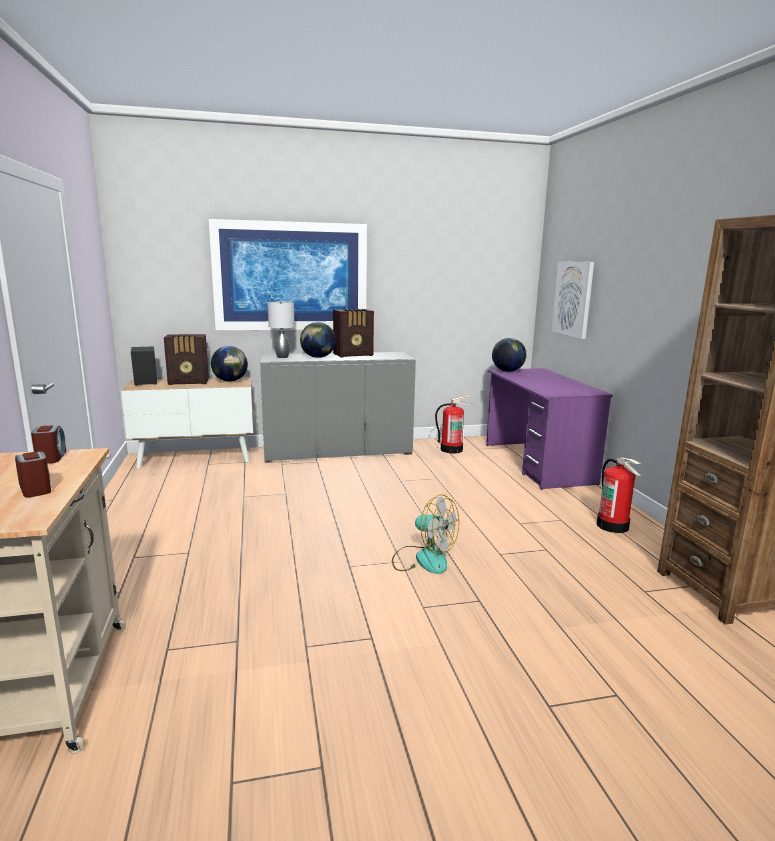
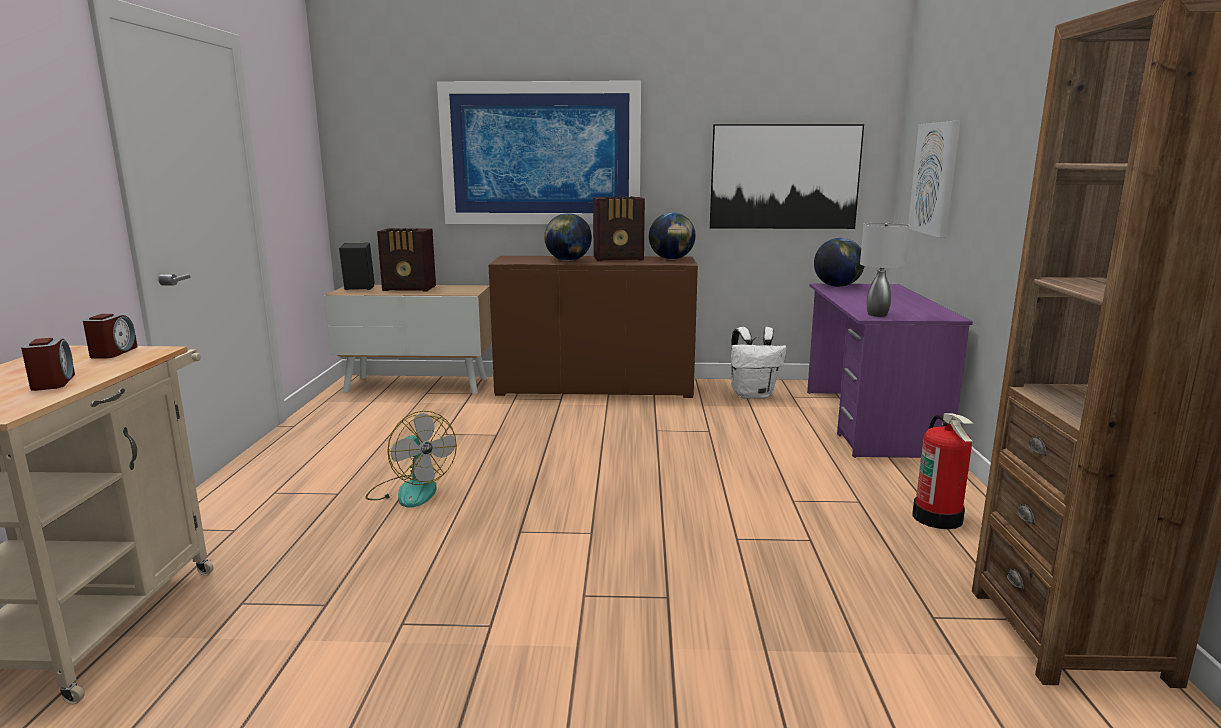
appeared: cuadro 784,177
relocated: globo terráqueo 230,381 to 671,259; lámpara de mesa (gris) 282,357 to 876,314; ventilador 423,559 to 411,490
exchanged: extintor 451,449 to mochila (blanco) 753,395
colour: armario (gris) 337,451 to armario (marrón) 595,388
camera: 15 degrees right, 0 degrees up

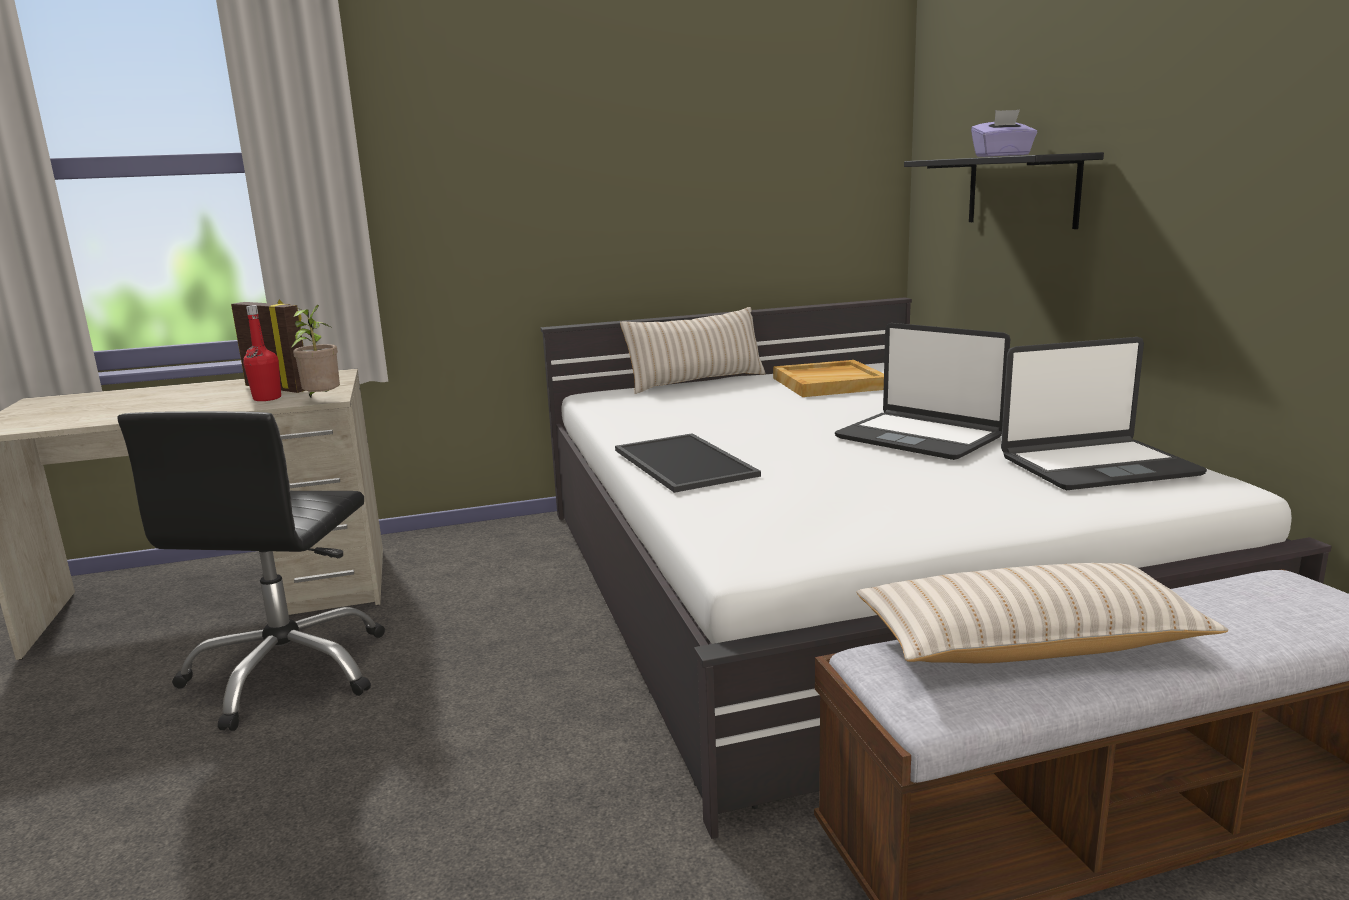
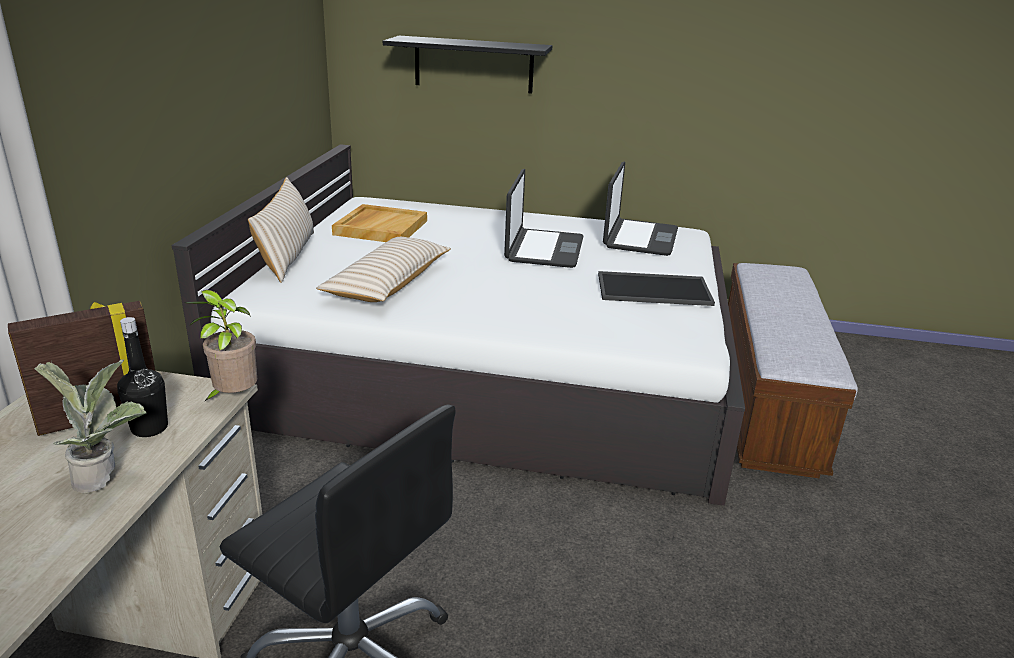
missing: caja de pañuelos (morado) 1002,156
appeared: planta en maceta 107,477
relocated: bandeja 687,463 to 654,289; cojín (beis) 1028,643 to 388,283
colour: botella (rojo) 267,398 to botella (negro) 149,428
spun: portátil 919,437 = 543,249 60 degrees counterclockwise
camera: 65 degrees left, 10 degrees up

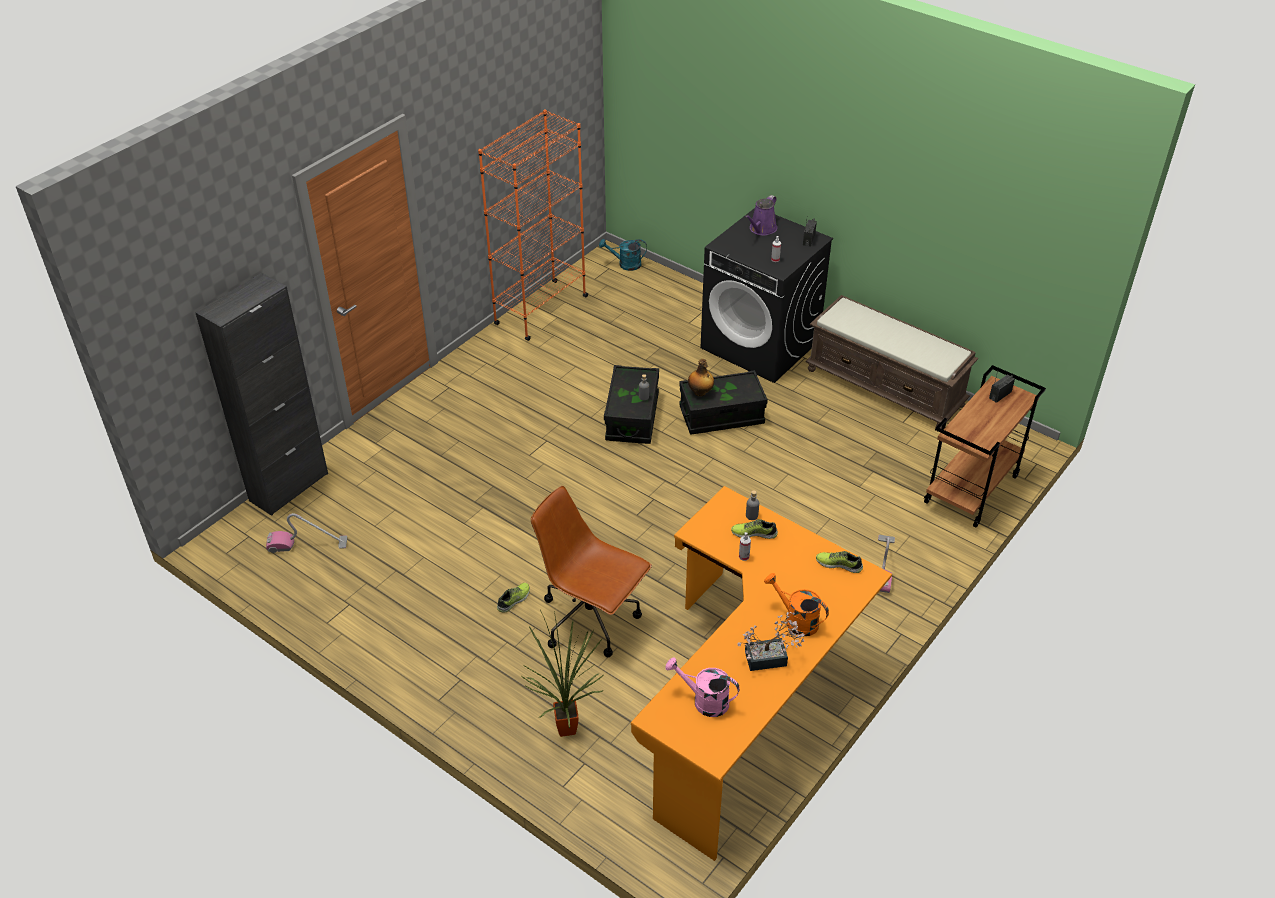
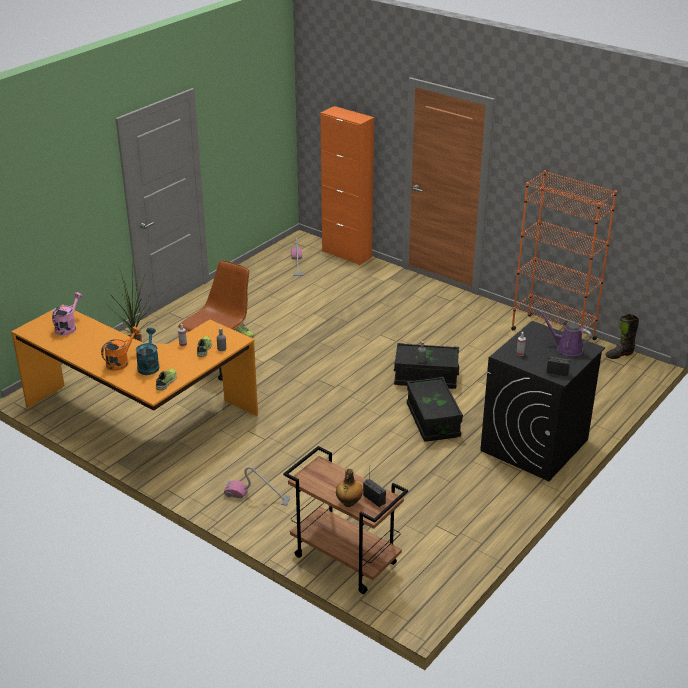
missing: planta en maceta 771,658; banco (marrón) 886,387
appeared: bota (negro) 619,355
relocated: regadera (turquesa) 625,264 to 149,365; botella 700,392 to 348,503
colour: armario (negro) 289,487 to armario (naranja) 346,254
camera: 90 degrees right, 10 degrees down

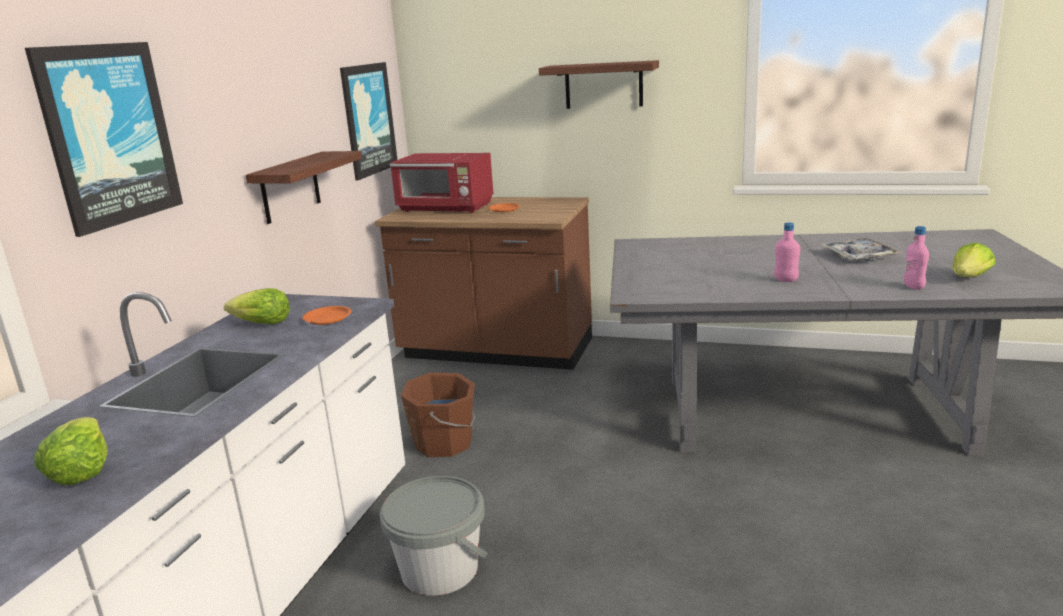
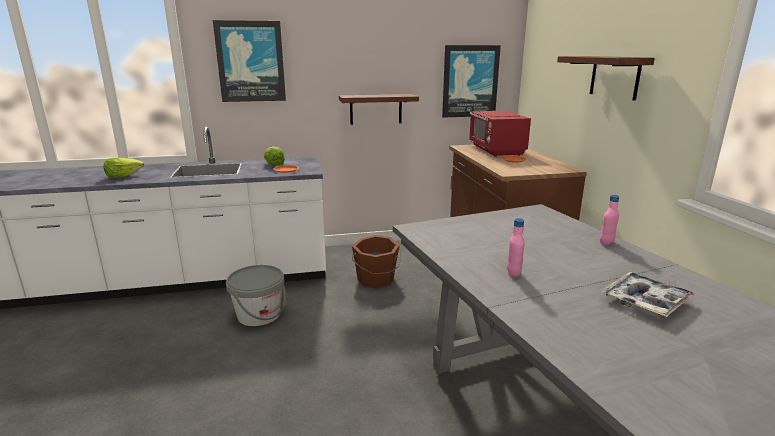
missing: lechuga 969,278
relocated: botella (rosa) 913,287 to 606,243
camera: 60 degrees right, 0 degrees up

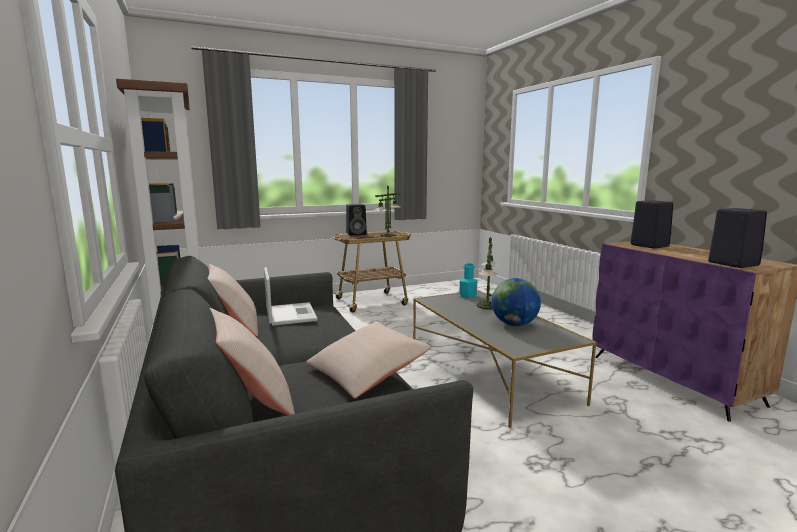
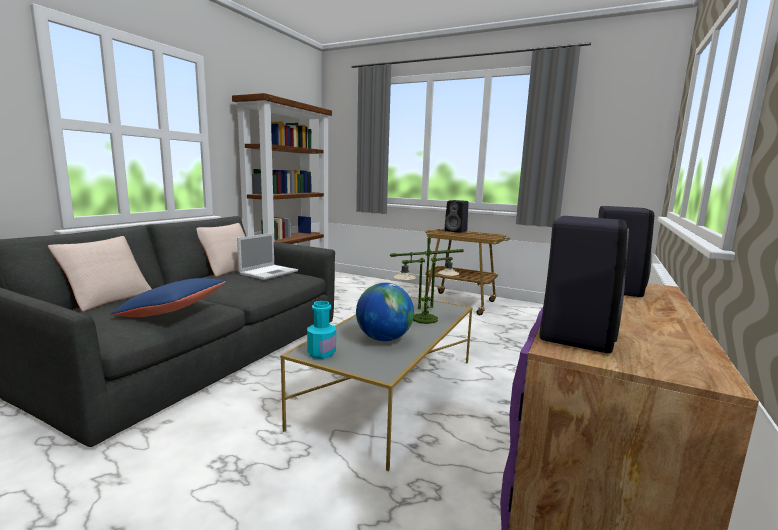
missing: lámpara de mesa 388,235
relocated: botella (turquesa) 468,296 to 321,353
colour: cojín (beis) 367,372 to cojín (azul) 173,311
camera: 50 degrees right, 0 degrees up

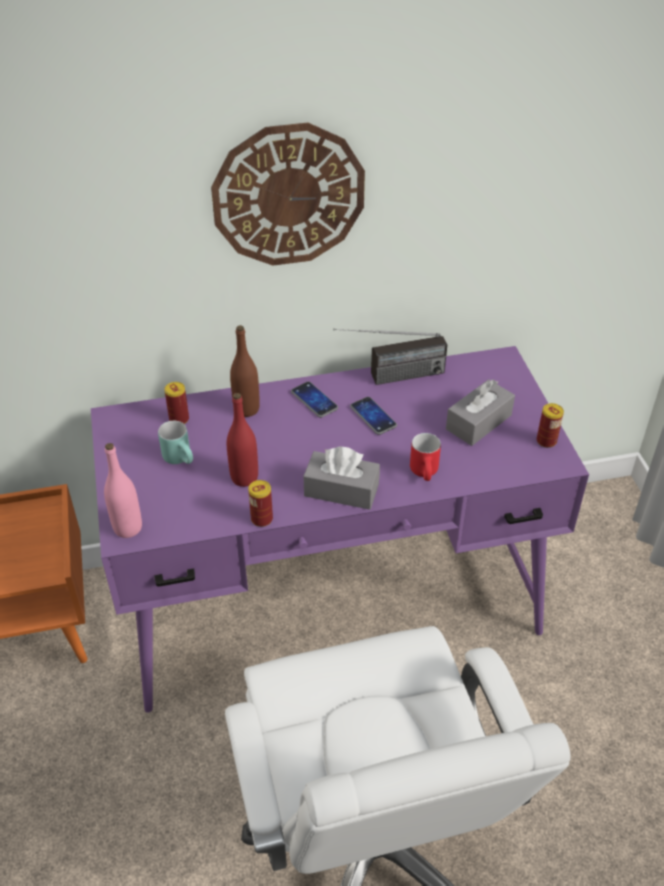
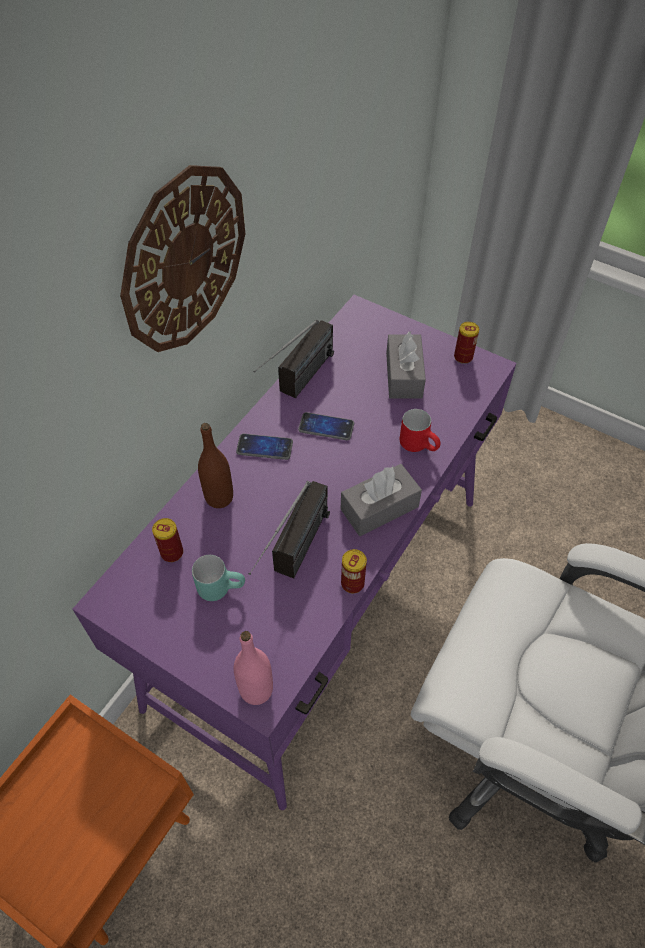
exchanged: botella (rojo) 244,477 to radio 294,559
camera: 45 degrees left, 10 degrees up

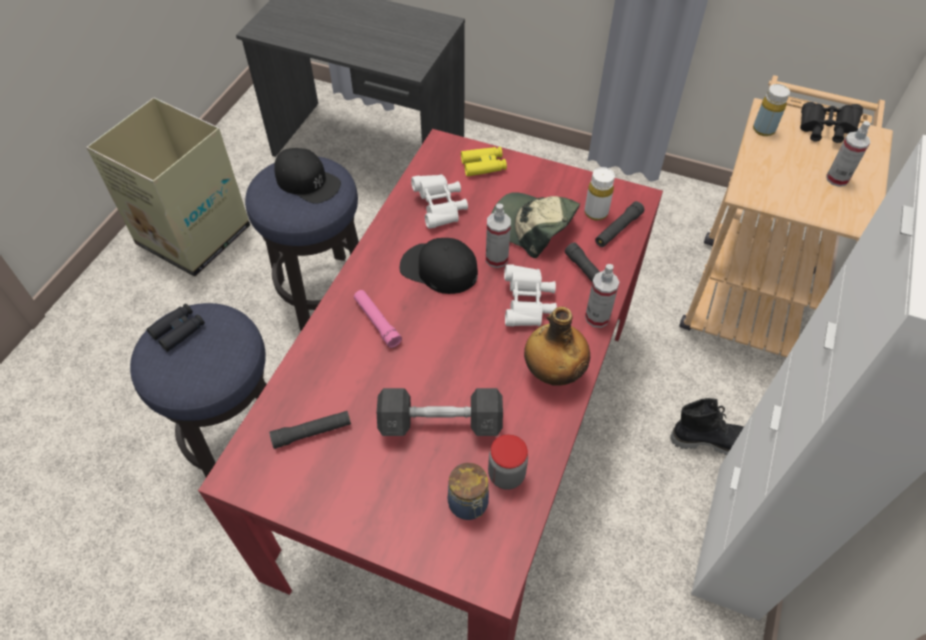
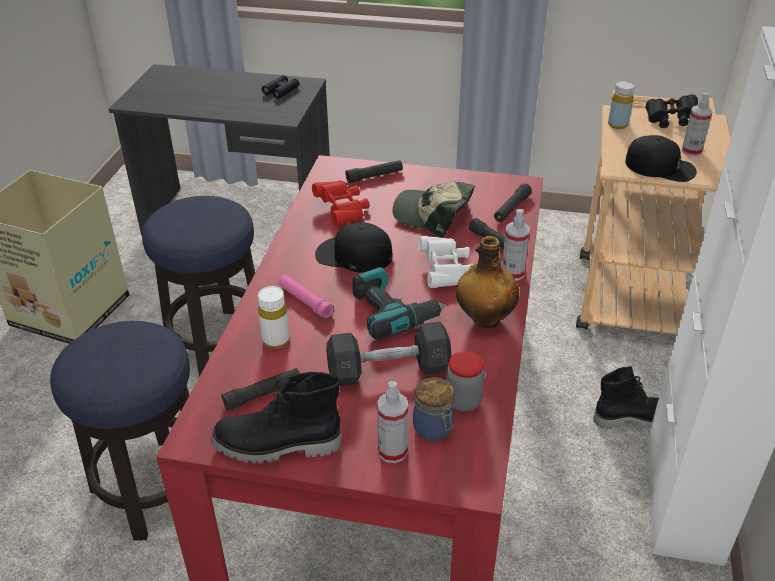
appeared: bota (negro) 277,446; taladro 393,312
relocated: prismáticos (negro) 178,330 to 281,91; gorra (negro) 307,181 to 660,167; pulverizador 496,259 to 392,451; botella (blanco) 596,212 to 276,340
exchanged: prismáticos (amarillo) 483,165 to linterna (negro) 374,176
colour: prismáticos (blanco) 440,208 to prismáticos (rojo) 342,211
camera: 10 degrees left, 15 degrees down

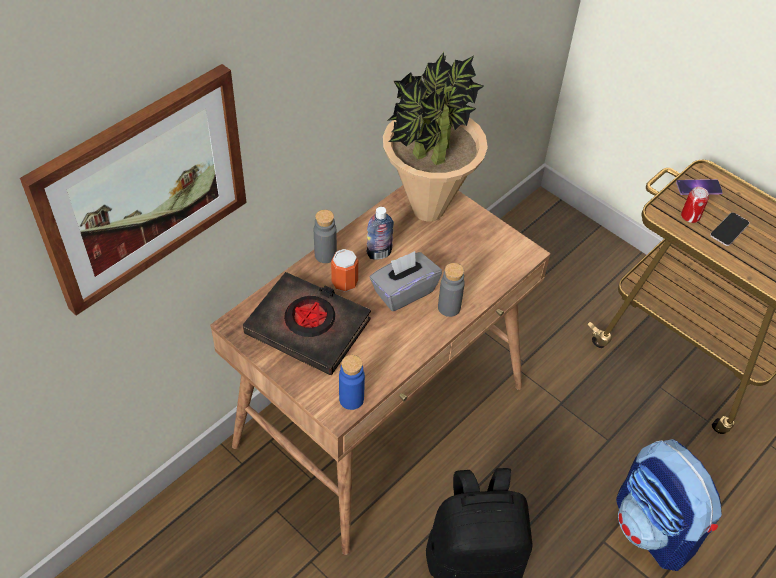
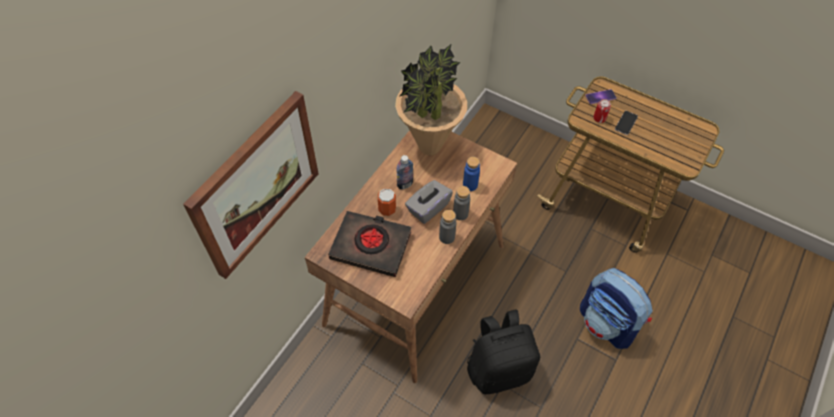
relocated: botella (gris) 325,255 to 447,237; botella (azul) 351,399 to 470,185
camera: 10 degrees left, 5 degrees up

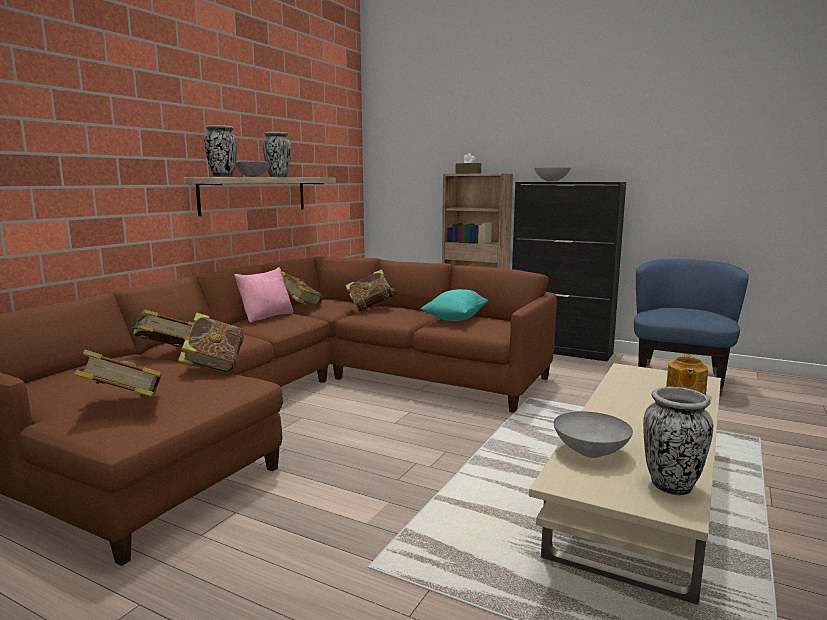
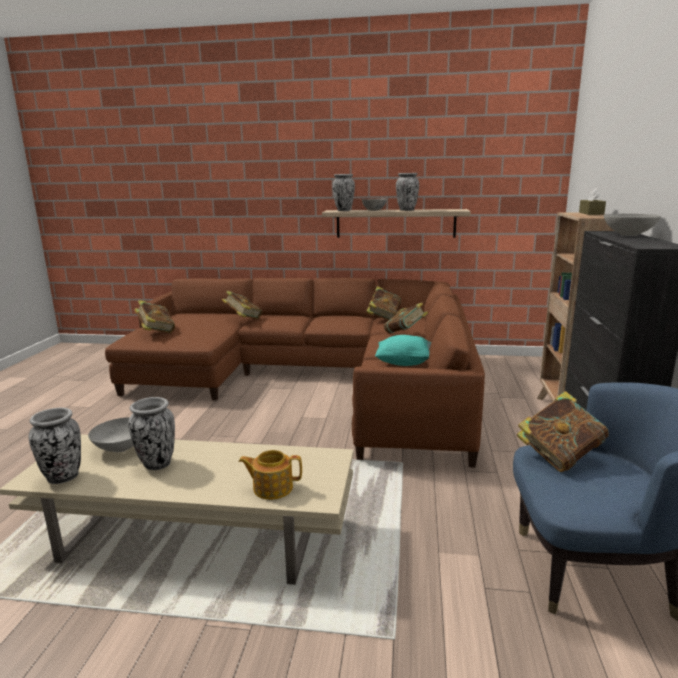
missing: cojín (rosa) 267,317
appeared: florero 157,464
relocated: libro 214,368 to 559,456
camera: 70 degrees right, 5 degrees up

